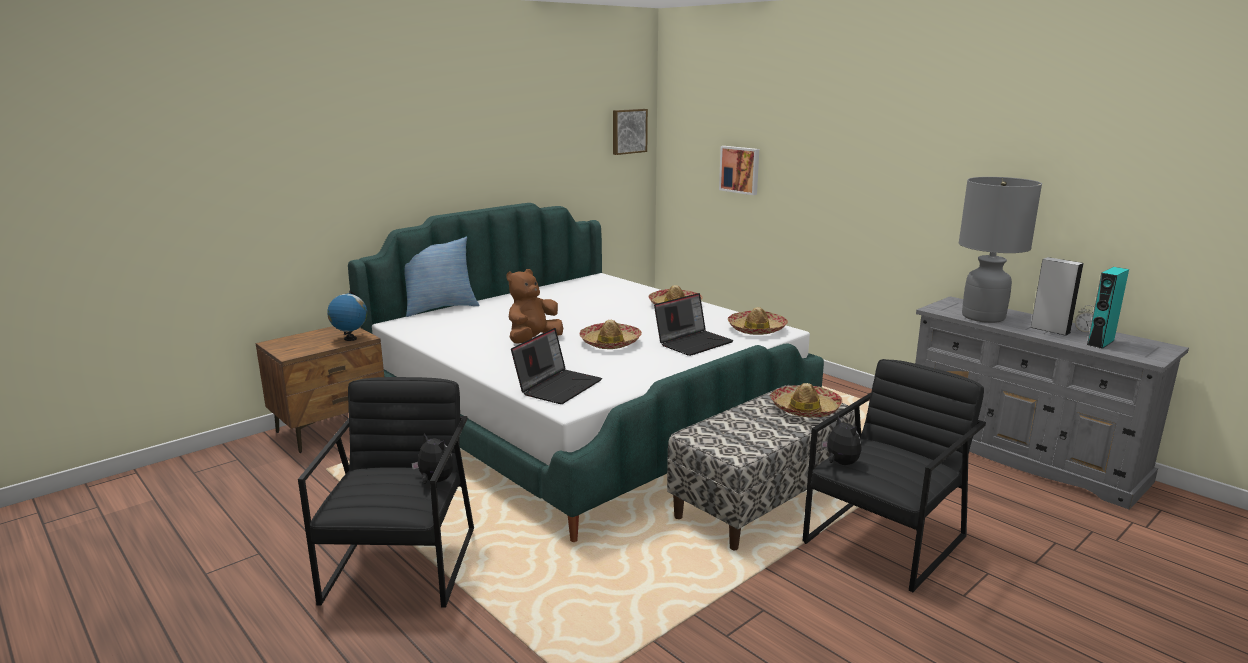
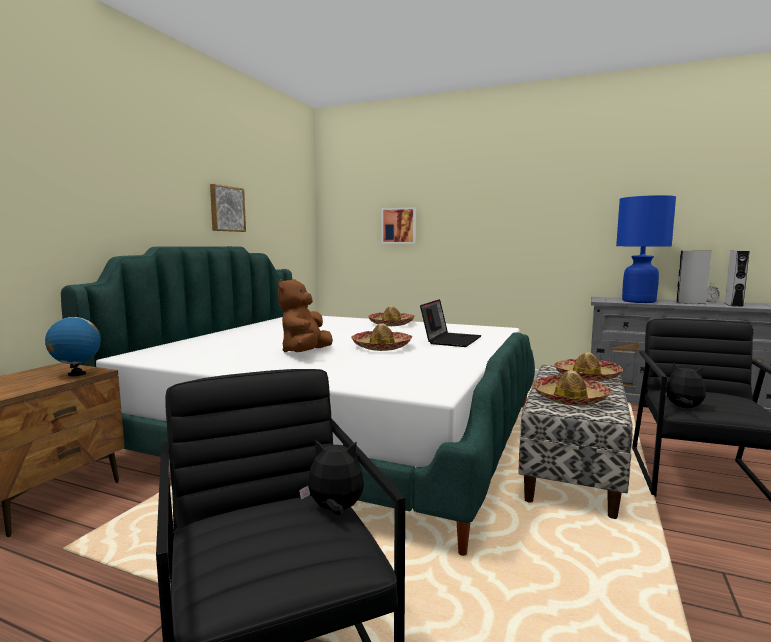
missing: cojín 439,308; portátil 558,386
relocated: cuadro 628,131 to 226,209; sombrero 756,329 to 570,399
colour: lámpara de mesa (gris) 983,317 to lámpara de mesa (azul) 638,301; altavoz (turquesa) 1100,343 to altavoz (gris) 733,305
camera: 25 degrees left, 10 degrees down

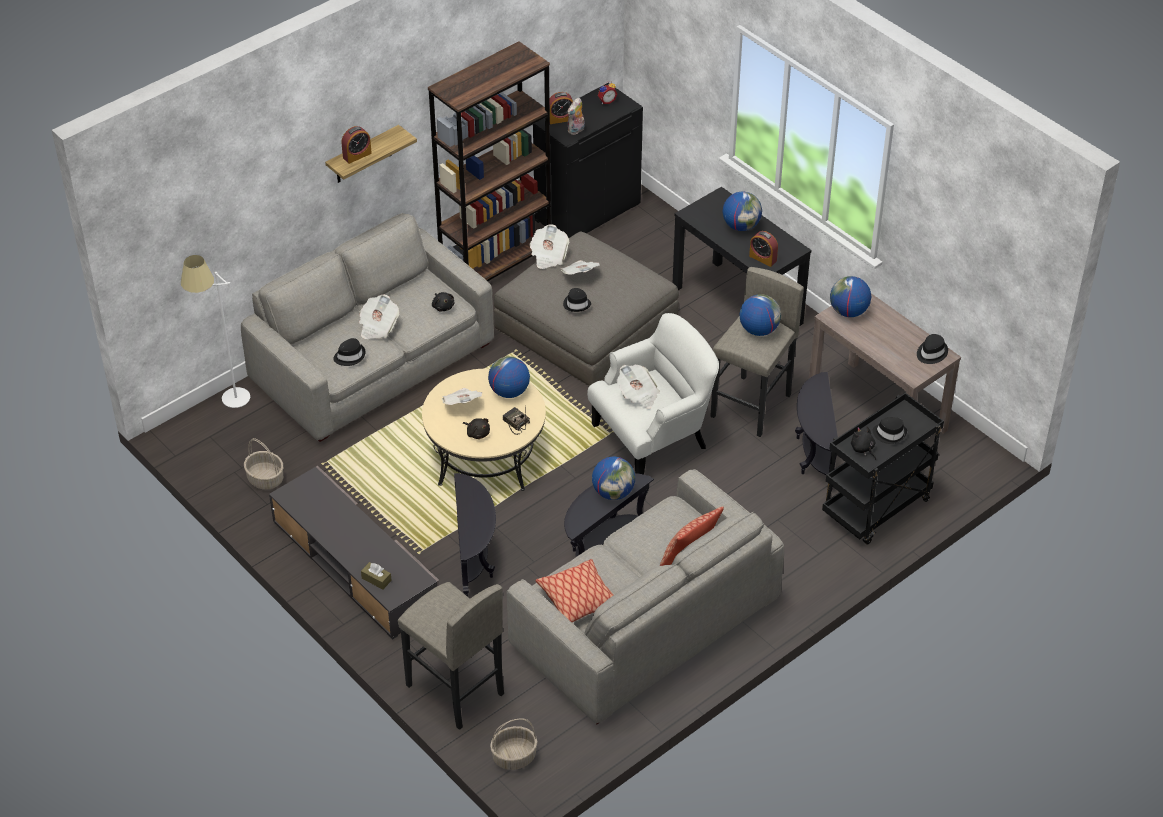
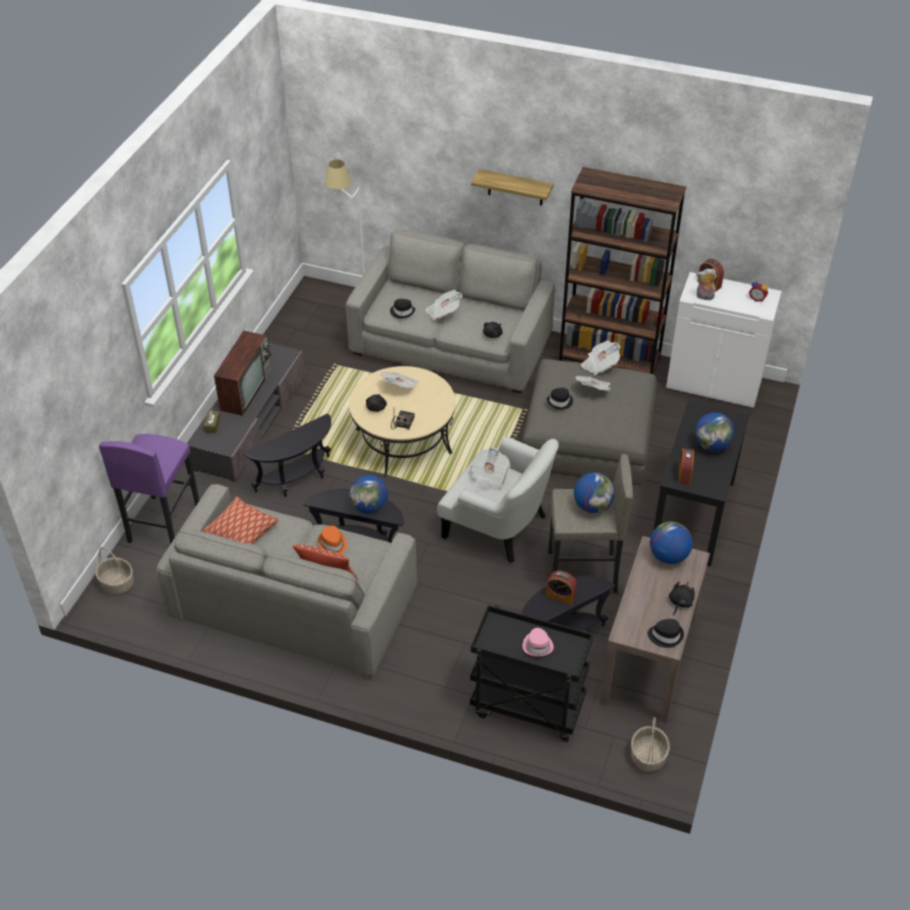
missing: globo terráqueo 509,392
appeared: televisor 246,389; sombrero (naranja) 332,544
relocated: cesta 266,479 to 648,757; despertador 357,155 to 560,596; peluche (negro) 863,449 to 680,602
colour: taburete (gris) 454,690 to taburete (morado) 163,523; armario (negro) 587,211 to armario (blanco) 714,383; sombrero (negro) 889,433 to sombrero (rosa) 538,645
camera: 60 degrees right, 0 degrees up

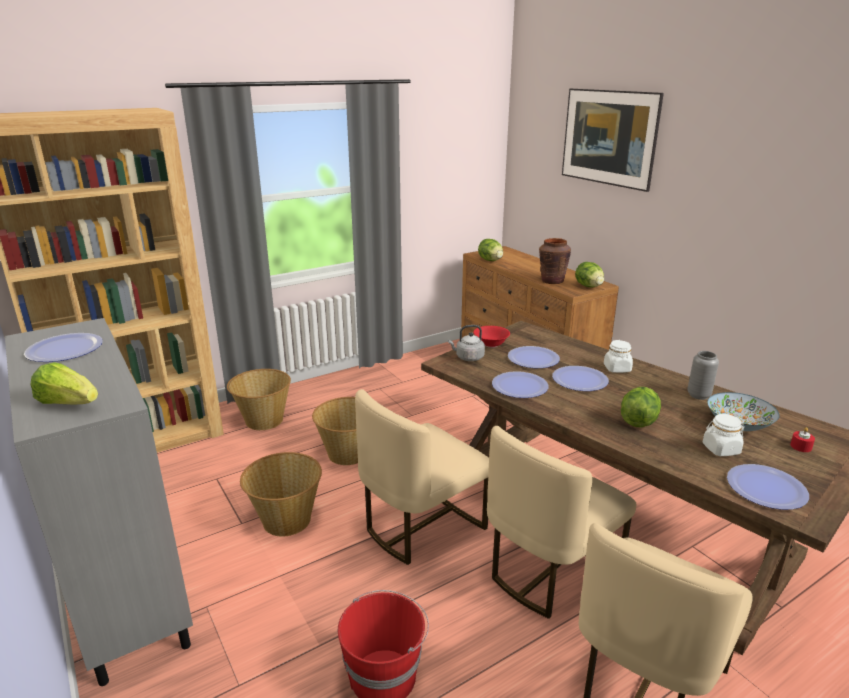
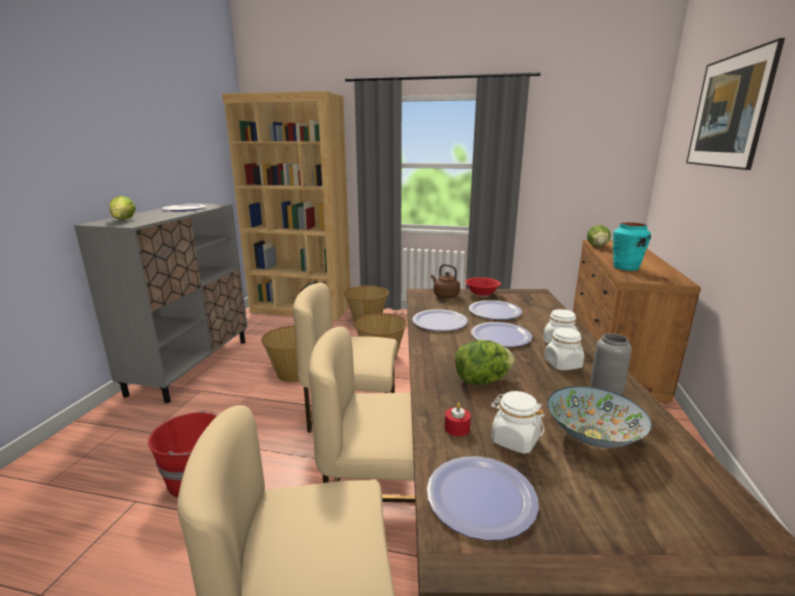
missing: lechuga 589,286
appeared: tarro (blanco) 563,364
relocated: vela (rojo) 800,447 to 457,428
colour: hervidor (gris) 468,358 to hervidor (marrón) 445,295; florero (marrón) 552,281 to florero (turquesa) 625,268
camera: 45 degrees right, 5 degrees down

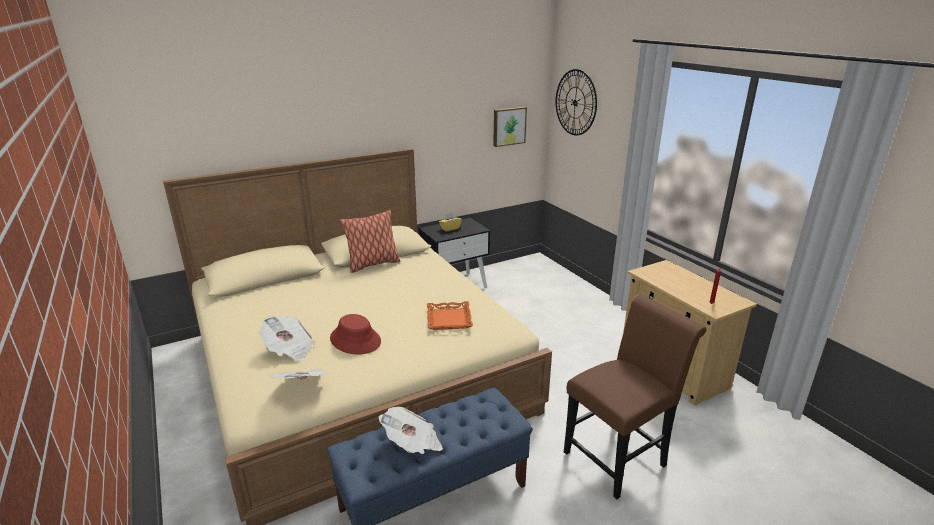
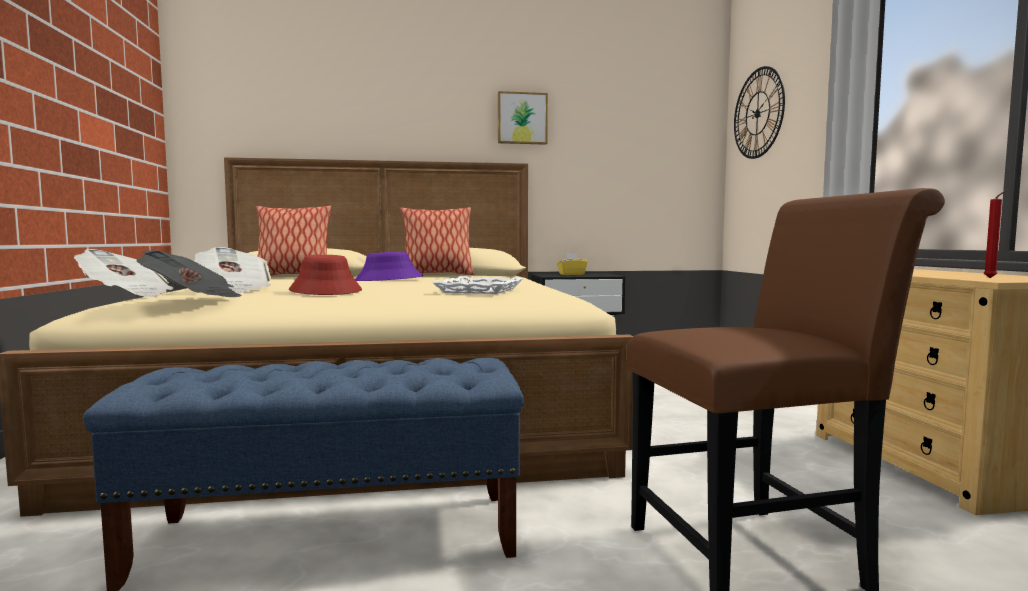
appeared: cojín 293,277; sombrero (morado) 389,279
relocated: periódico 412,443 to 127,295; cuadro 508,126 to 522,118
colour: bandeja (naranja) 449,319 to bandeja (blanco) 480,290
camera: 20 degrees right, 20 degrees down

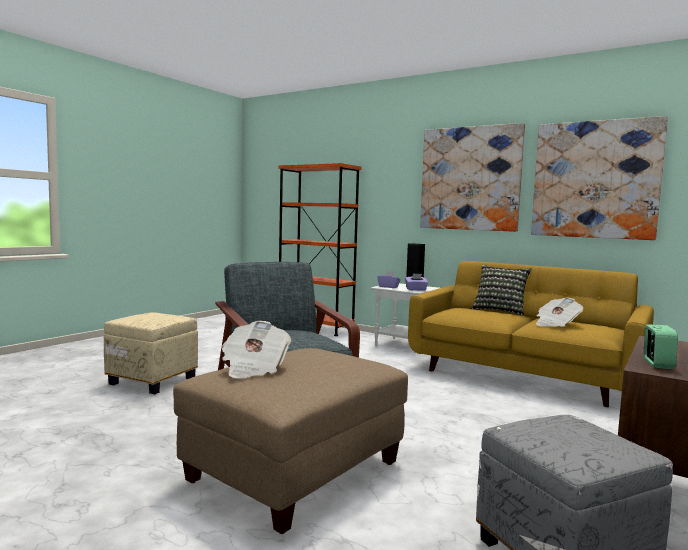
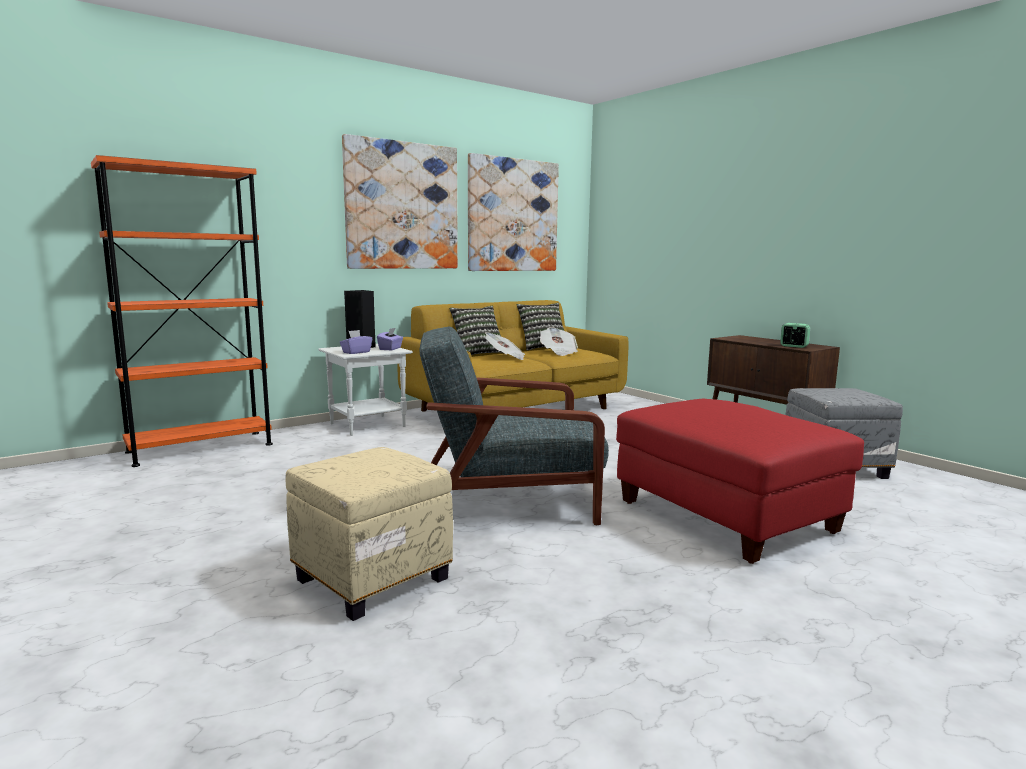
appeared: cojín 542,347
relocated: periódico 254,368 to 505,357
colour: puf (beis) 295,473 to puf (rojo) 726,517
camera: 70 degrees left, 5 degrees up

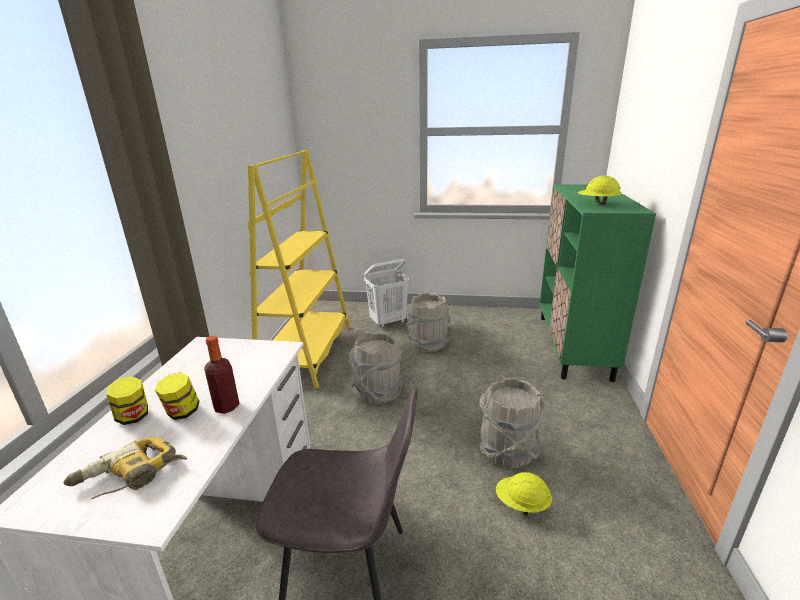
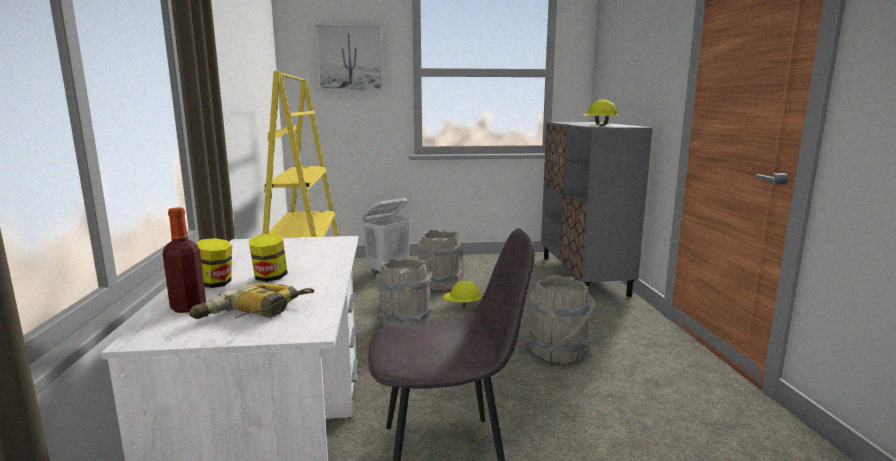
appeared: cuadro 350,58
relocated: botella 226,406 to 188,307; casco (amarillo) 522,504 to 462,306
colour: armario (verde) 573,346 to armario (gris) 583,275
camera: 15 degrees left, 10 degrees down

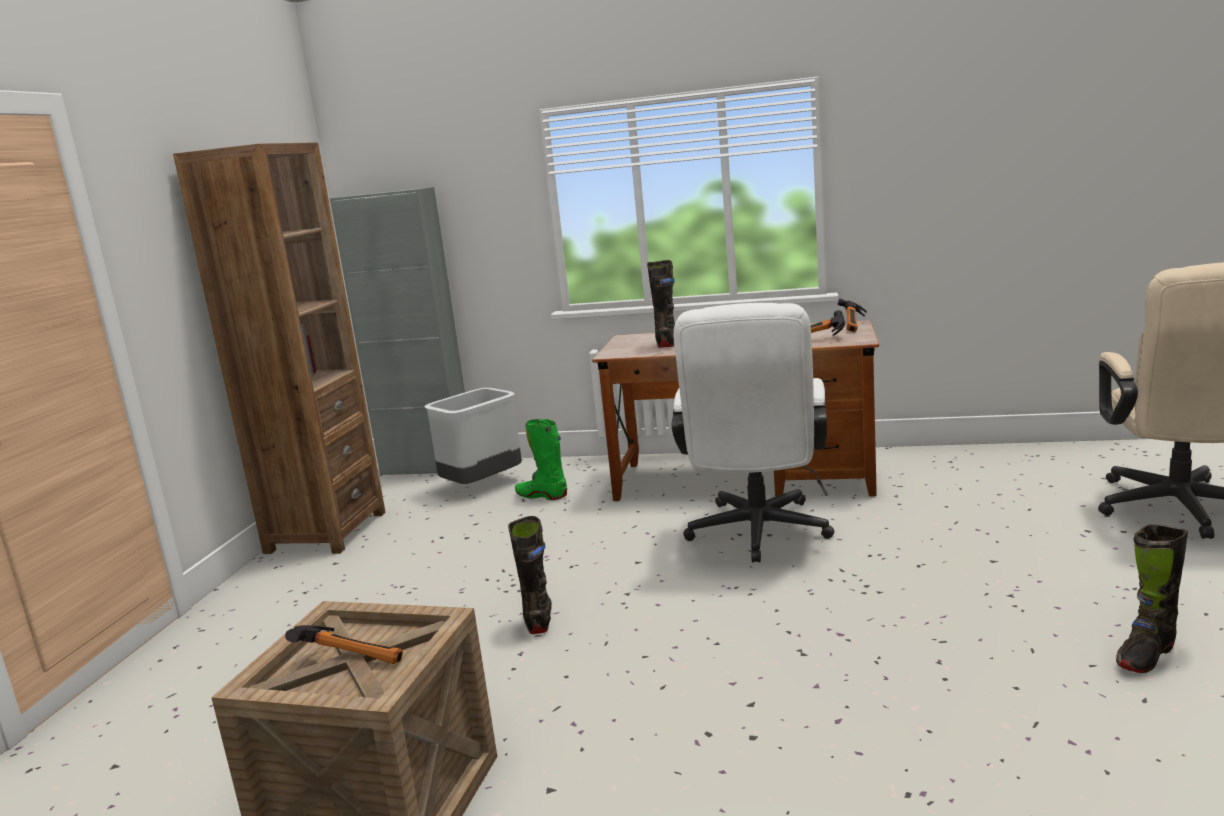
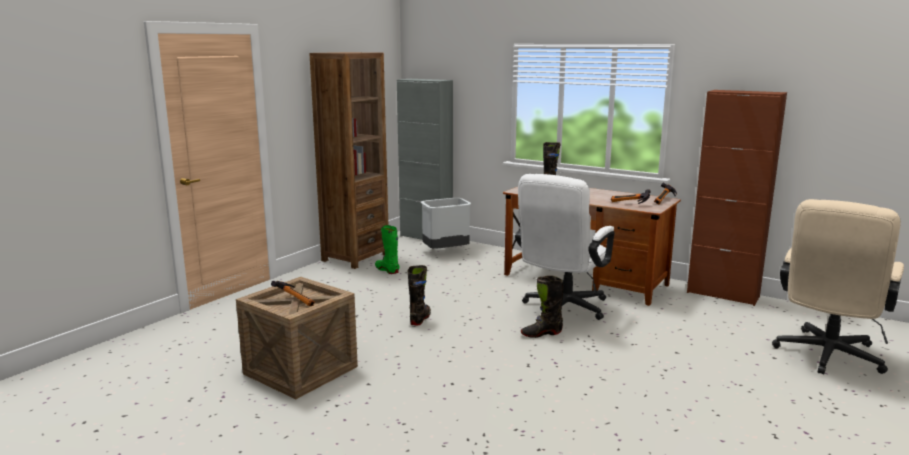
appeared: armario (marrón) 723,294
relocated: bota (verde) 542,496 to 387,270; bota (negro) 1145,655 to 541,333
camera: 20 degrees right, 0 degrees up

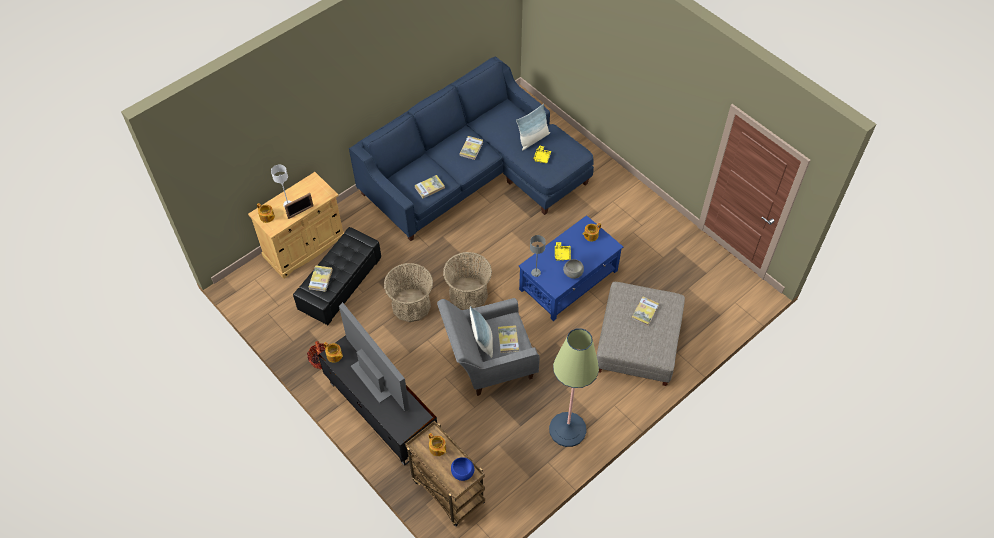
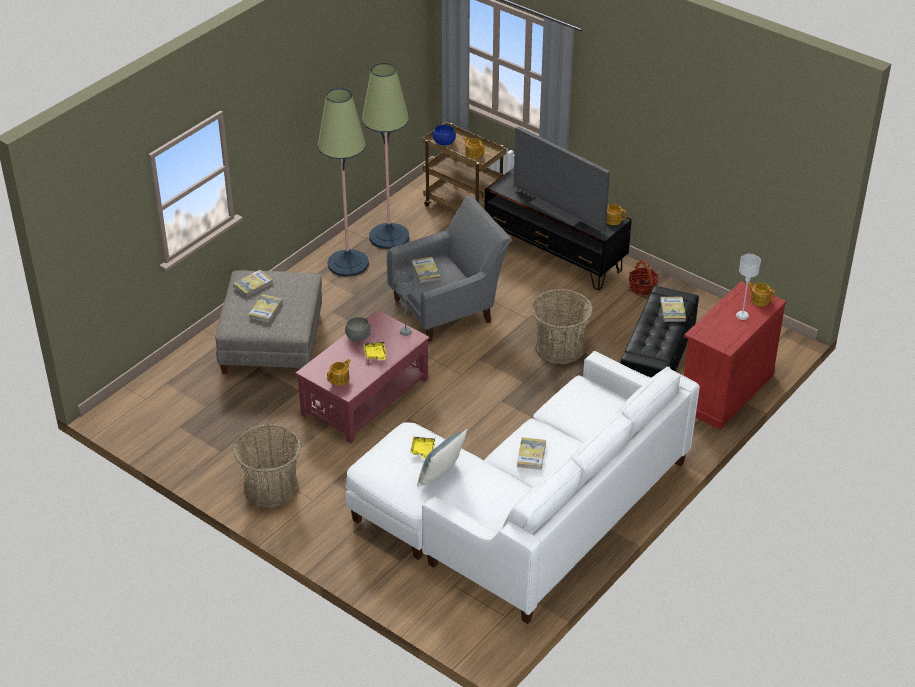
missing: portarretratos 300,212; cojín 482,341
appeared: lámpara de pie 389,236
relocated: libro 429,187 to 253,285; cesta 468,294 to 271,487
colour: armario (beis) 304,247 to armario (rojo) 726,391; sofá (azul) 474,174 to sofá (blanco) 527,511; mesa de centro (azul) 569,280 to mesa de centro (rojo) 364,397
camera: 170 degrees right, 15 degrees down

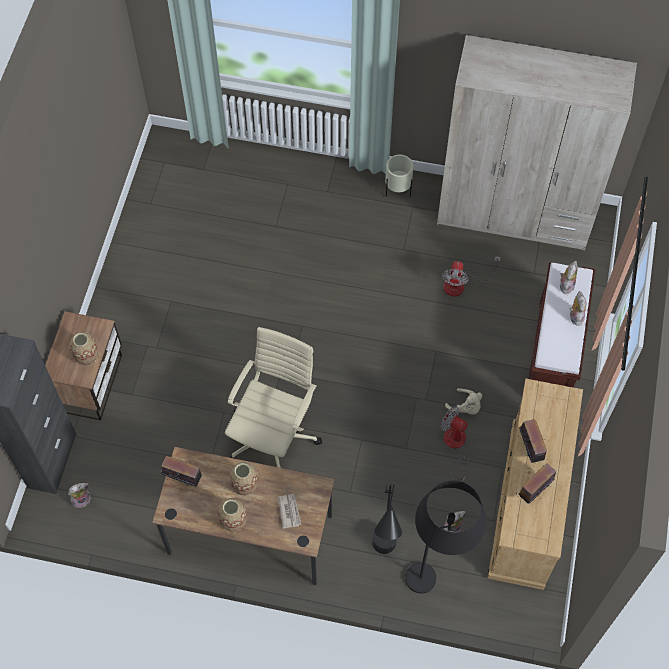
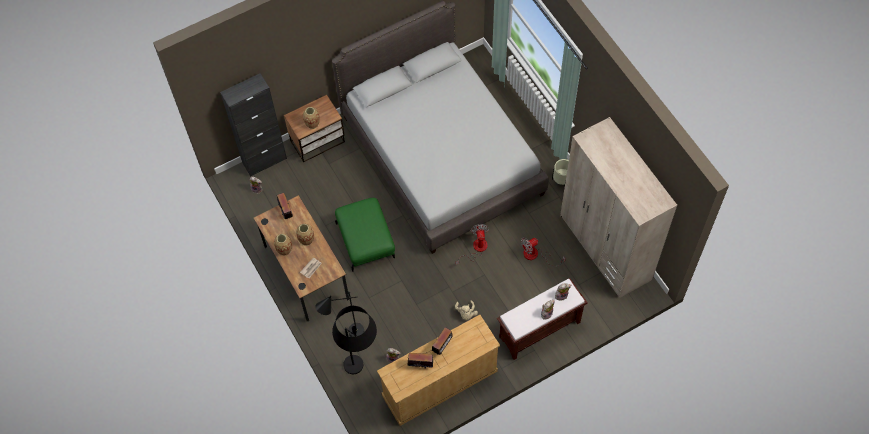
appeared: cama (gris) 442,154
relocated: ventilador 455,446 to 476,249
exchanged: silla de oficina (beis) 274,436 to puf (verde) 366,241
camera: 50 degrees right, 0 degrees up

